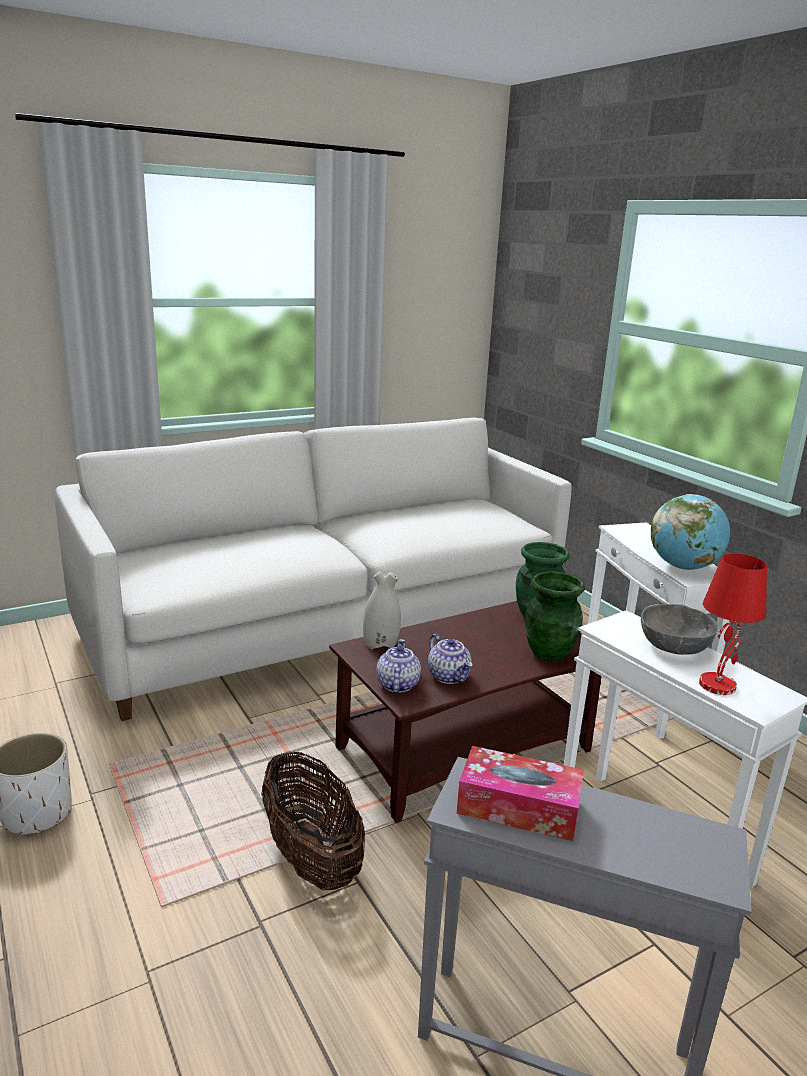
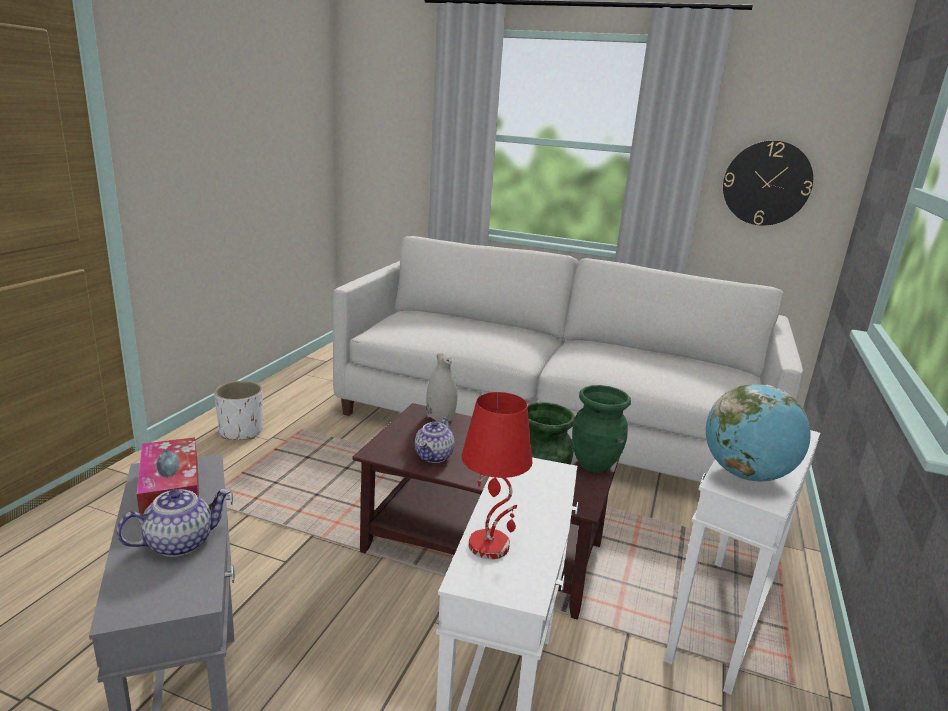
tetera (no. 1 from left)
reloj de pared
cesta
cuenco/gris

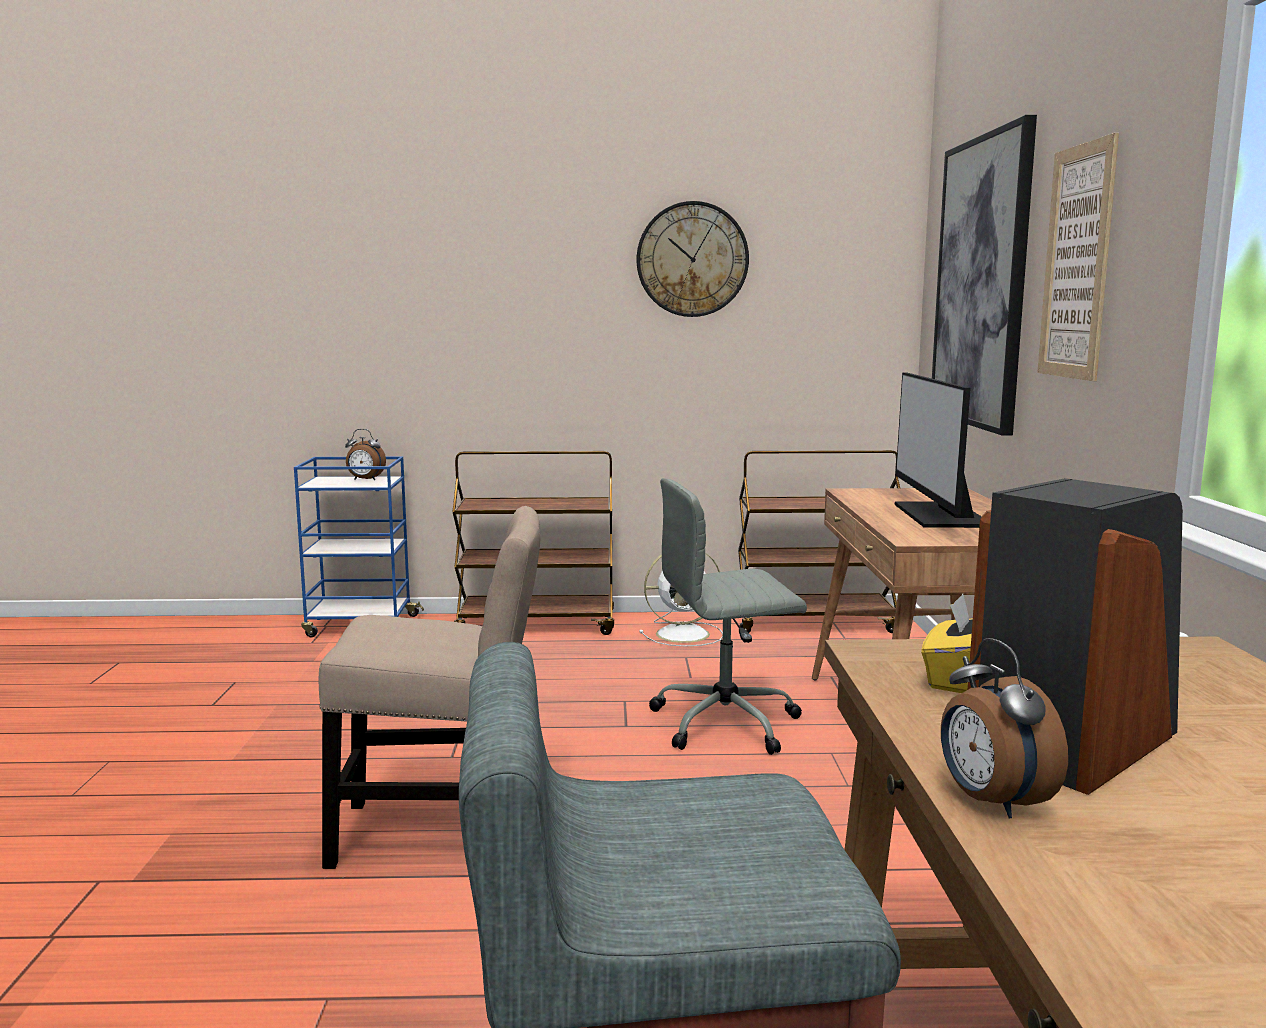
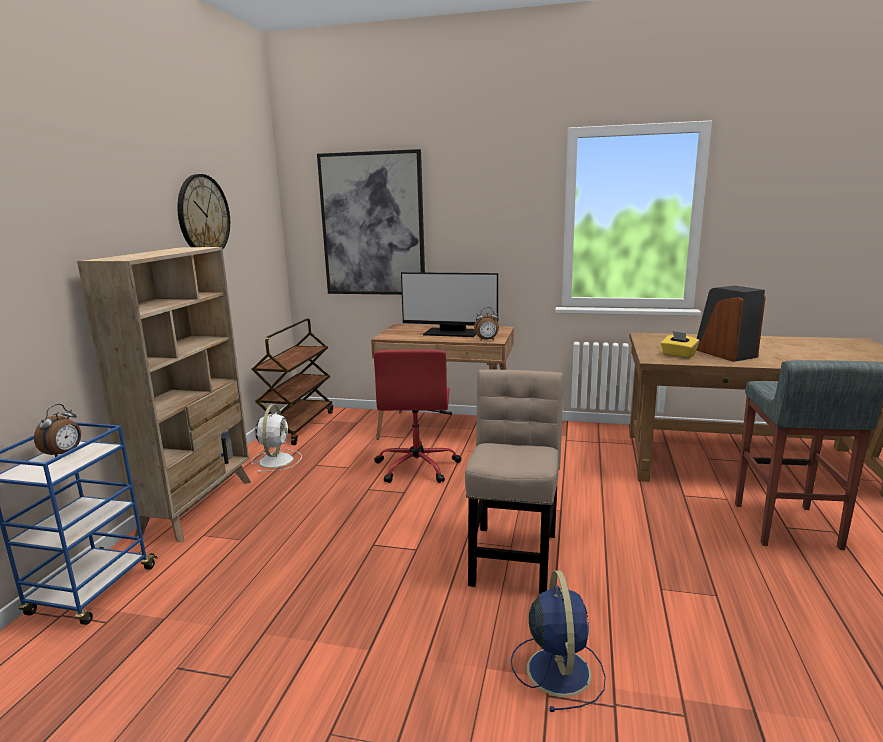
estantería/beis
silla de oficina/rojo
despertador (no. 2 from left)
ventilador/azul
cuadro (no. 2 from left in the first image)

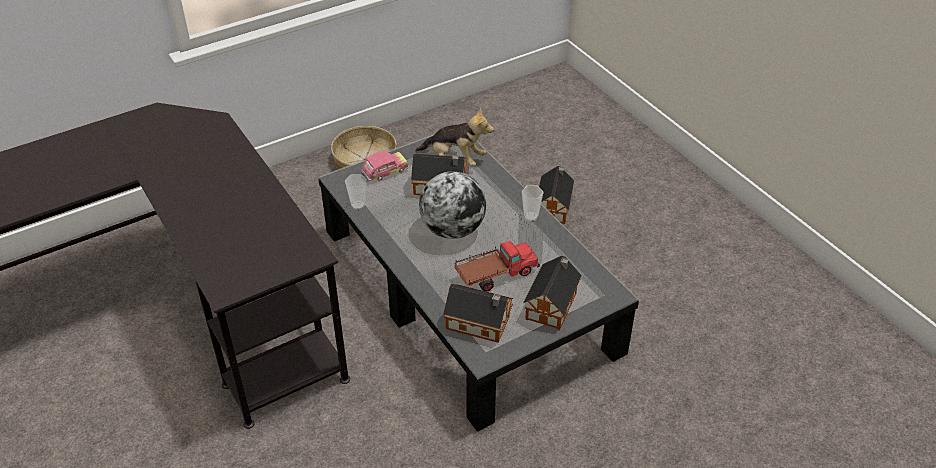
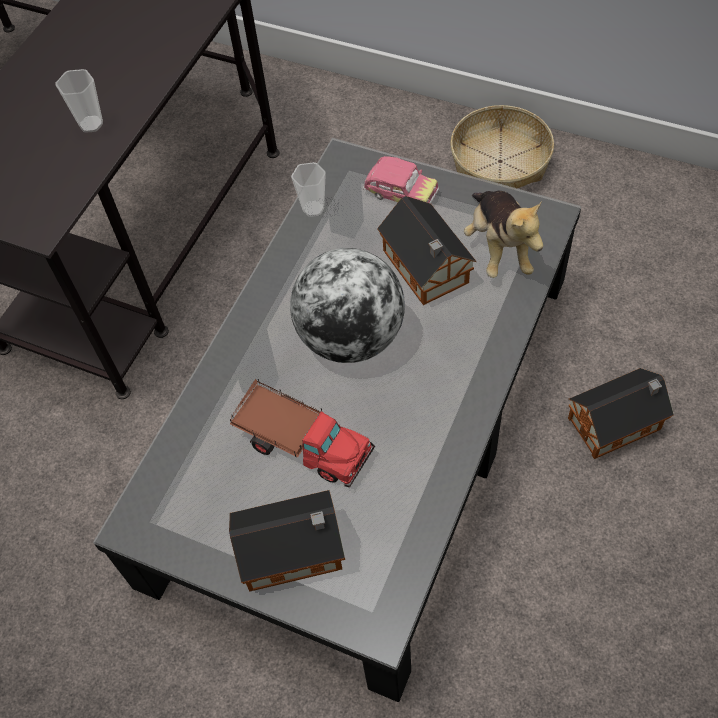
taza (no. 1 from left)
casita (no. 2 from left in the first image)

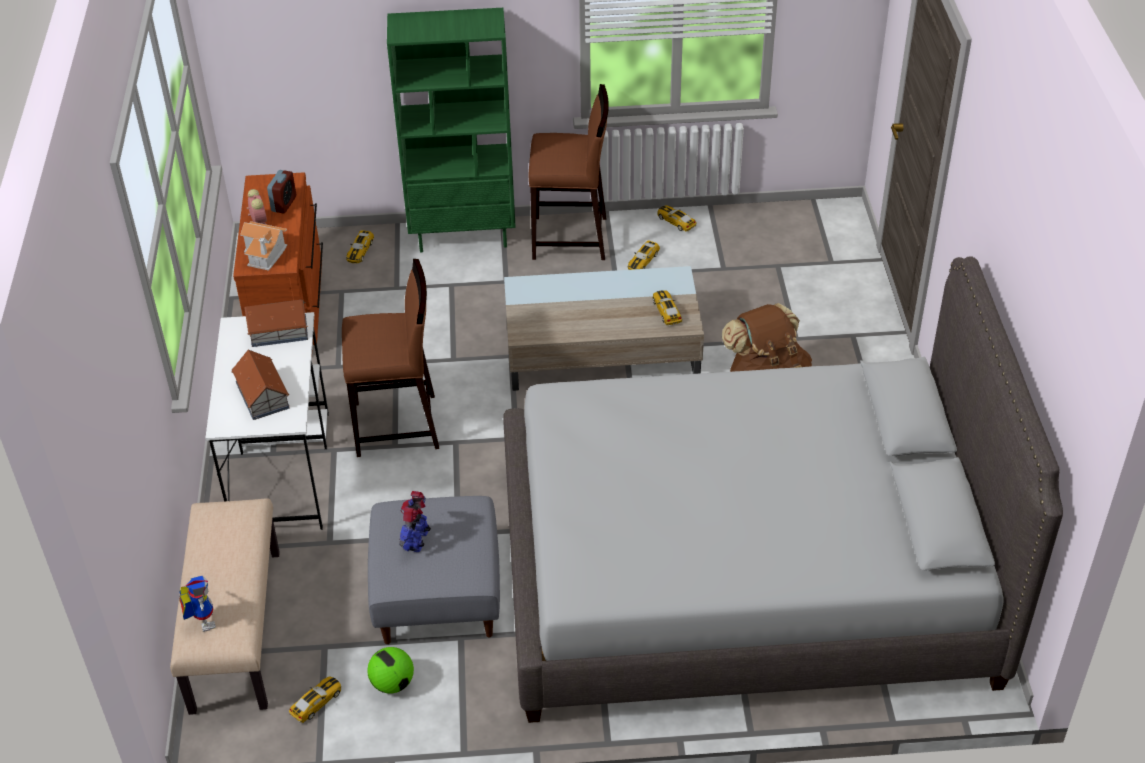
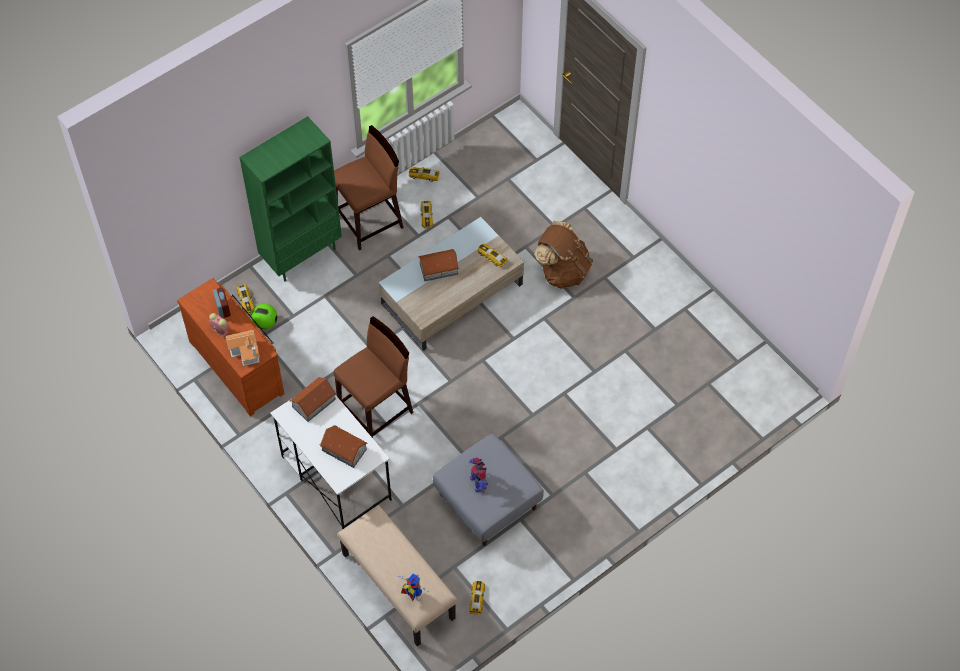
balón de fútbol
casita (no. 4 from left)
cama/gris

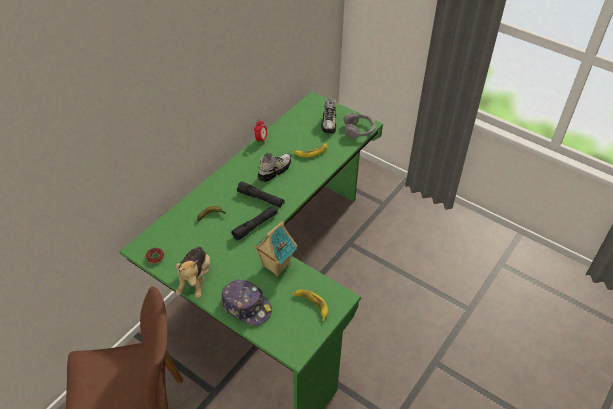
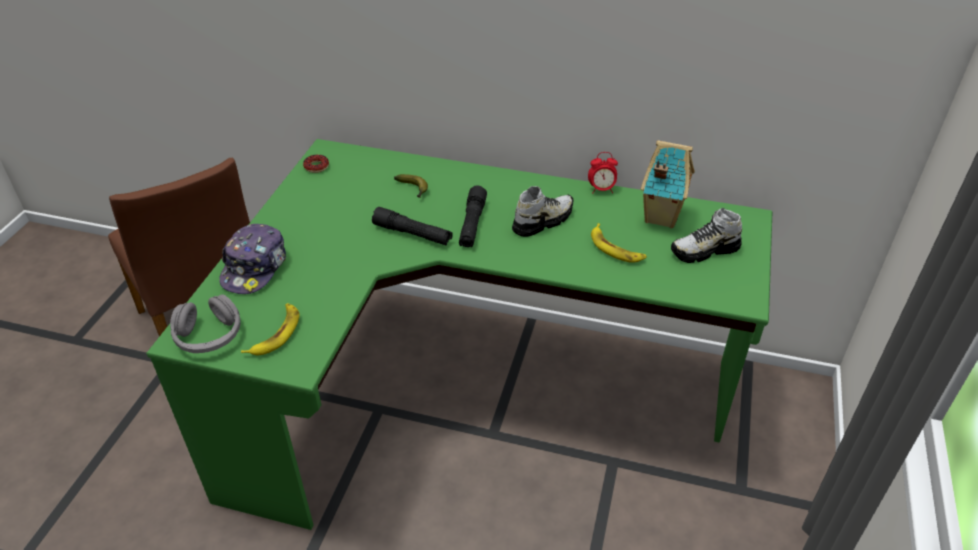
auriculares/gris
zapato (no. 1 from left)
casita
peluche

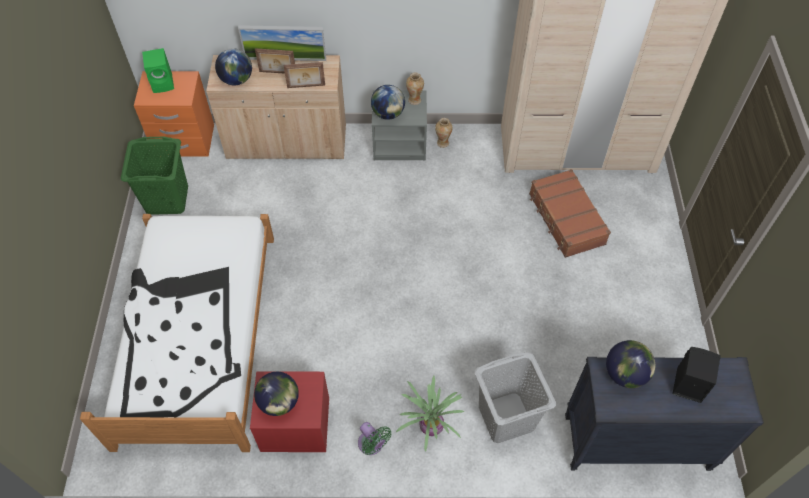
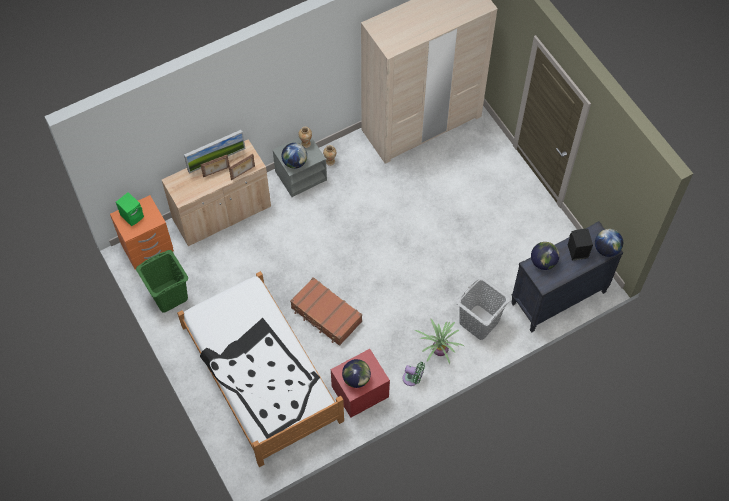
maleta/marrón
globo terráqueo (no. 4 from left)

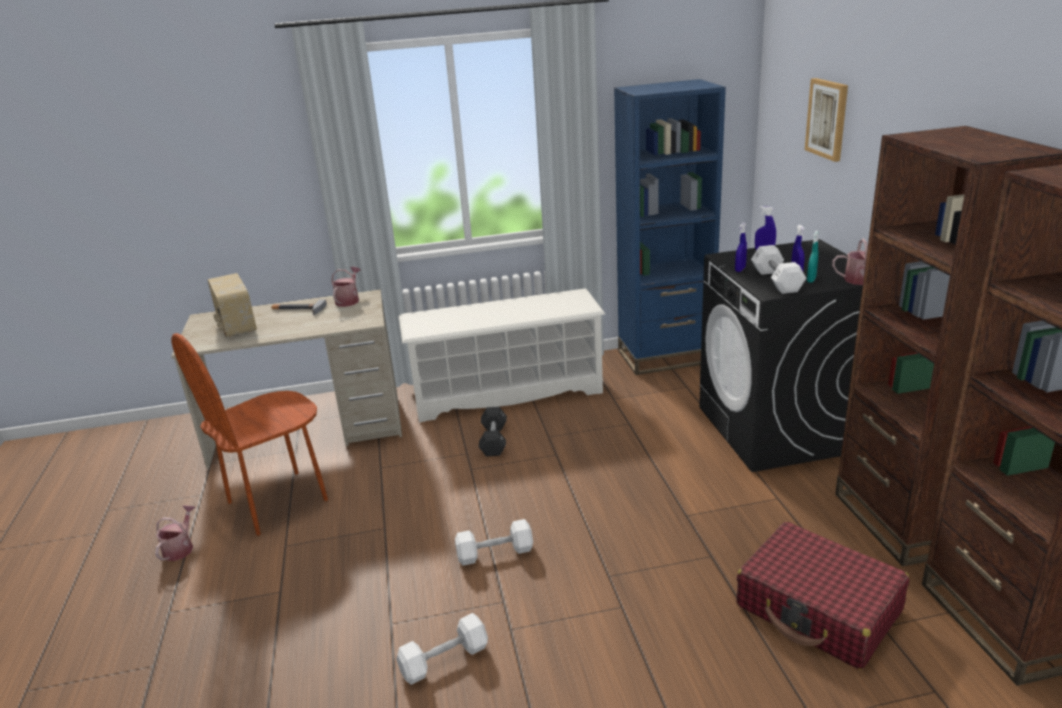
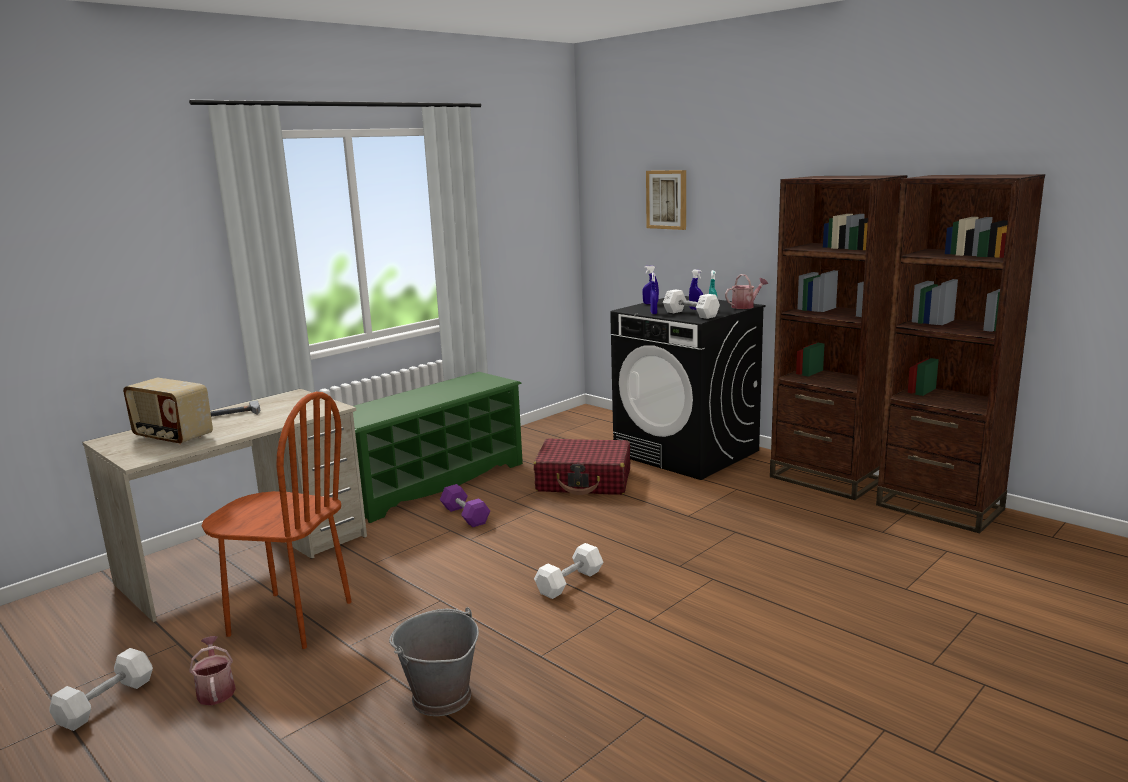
mancuerna/blanco (no. 1 from left)
silla/marrón
zapatero/verde
cubo/gris
mancuerna/morado
maleta/rojo
regadera (no. 2 from left in the first image)
estantería/azul

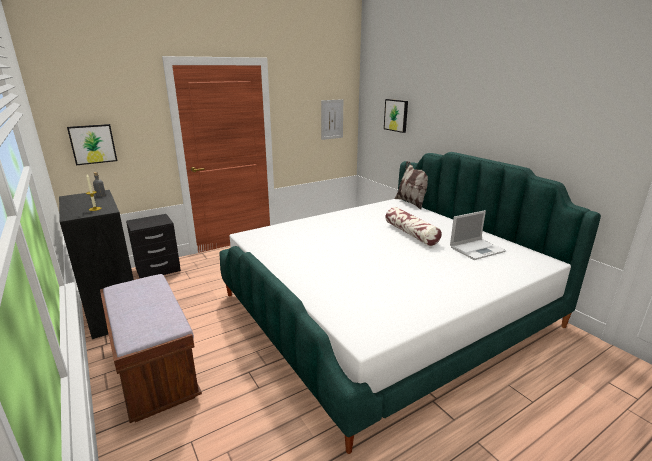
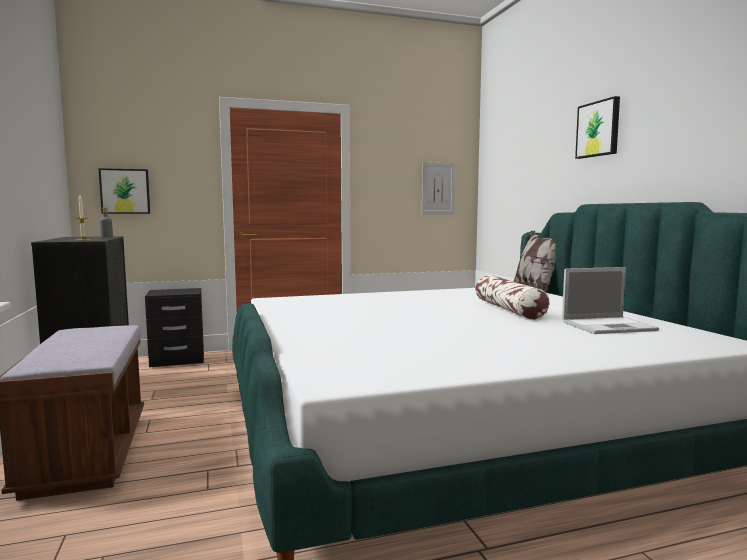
cuadro (no. 3 from left)

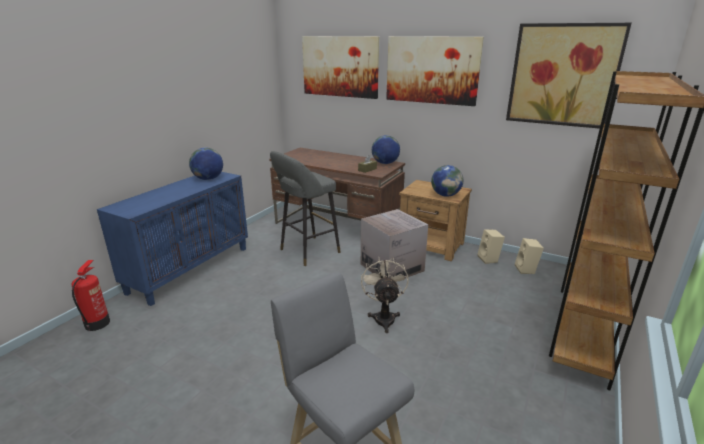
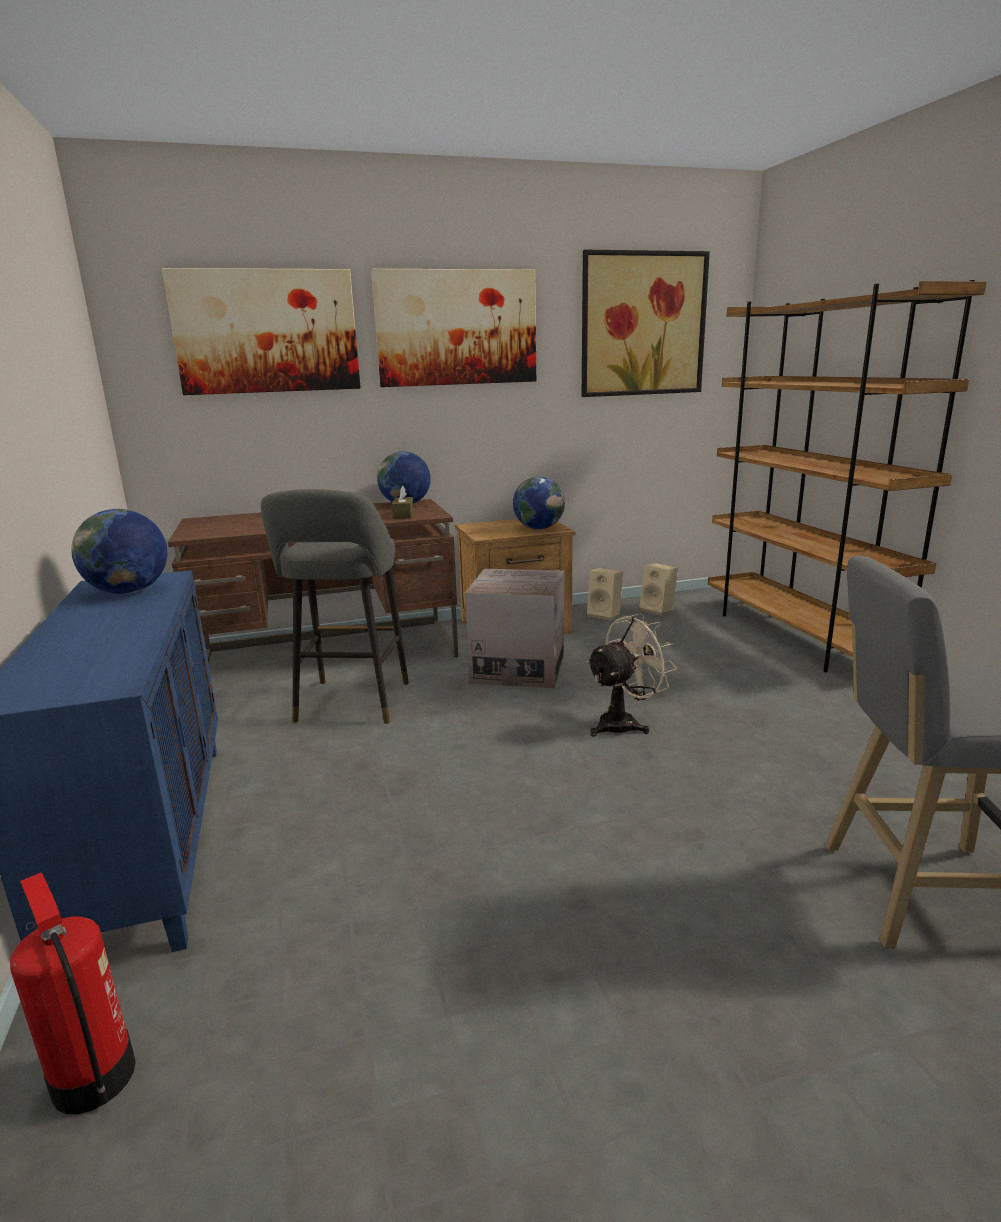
ventilador/beis

